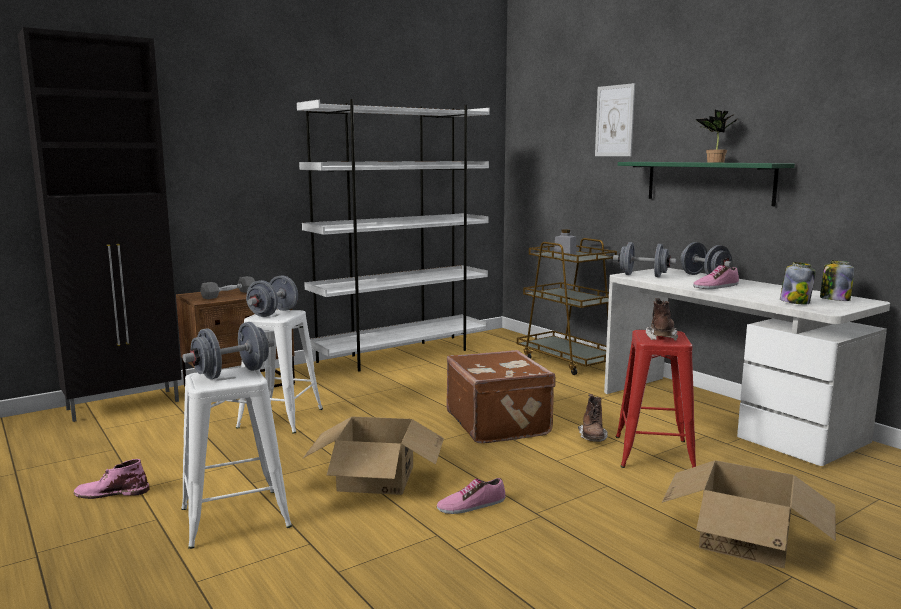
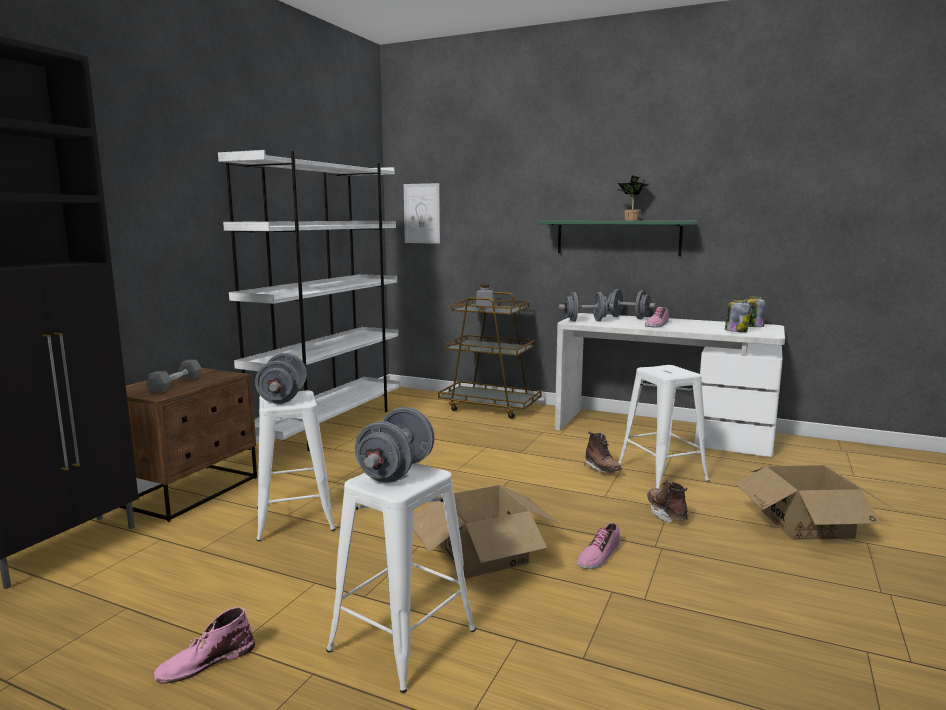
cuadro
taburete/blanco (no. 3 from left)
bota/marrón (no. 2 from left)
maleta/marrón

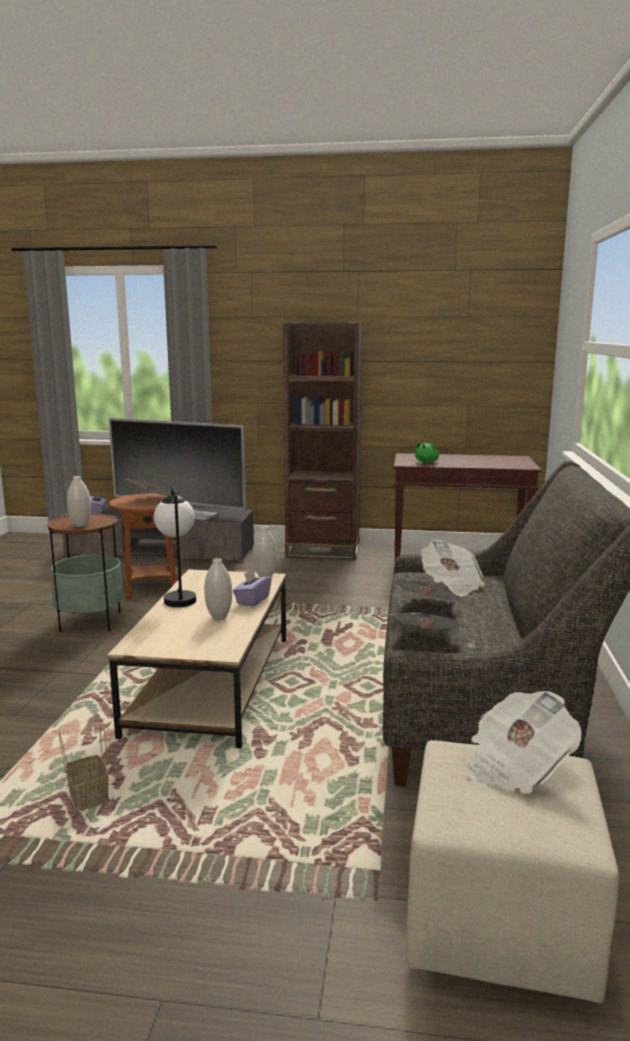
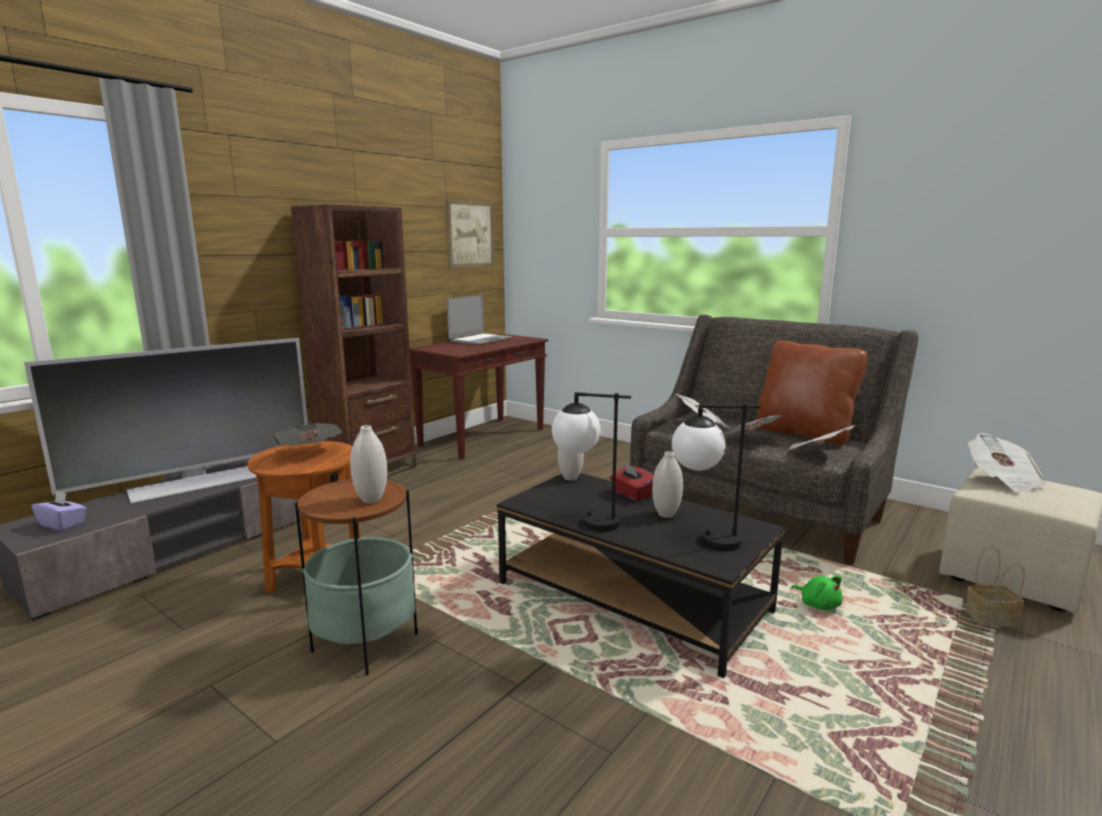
cuadro
portátil
mesa de centro/negro
caja de pañuelos/rojo
lámpara de mesa (no. 2 from left)
cojín/marrón
peluche/verde
cesta

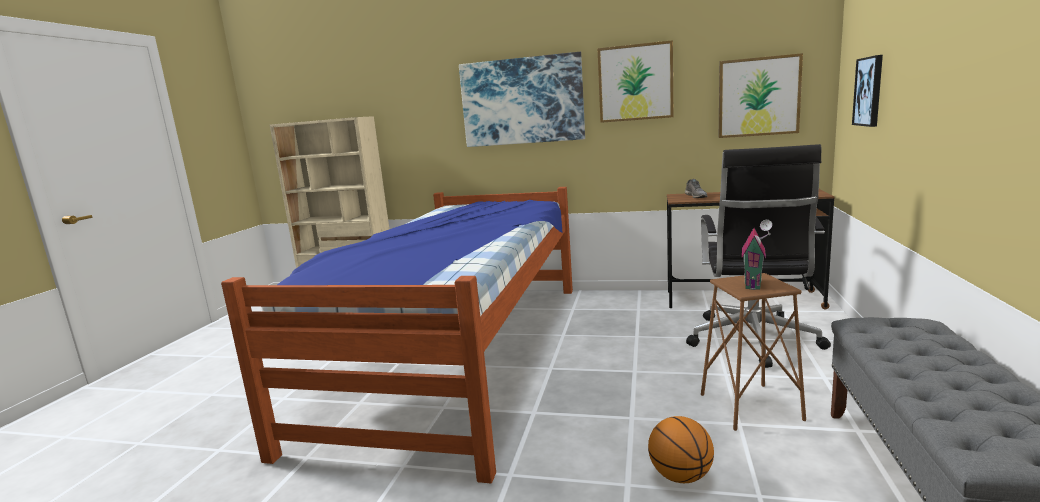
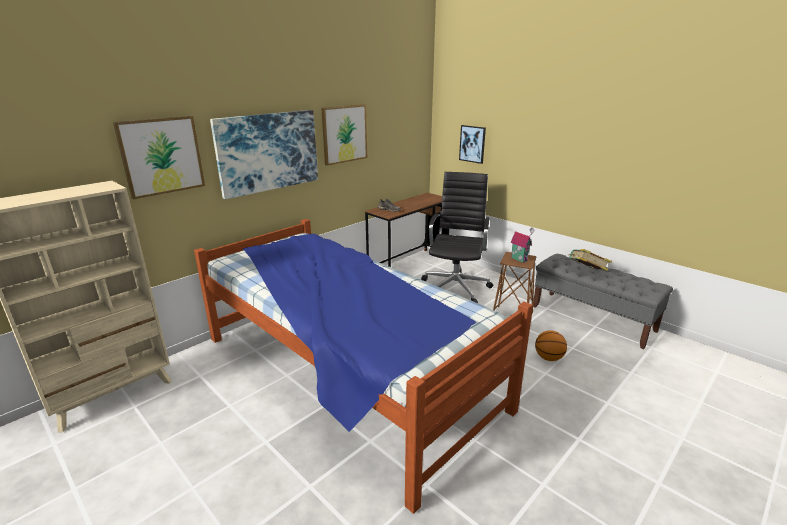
cuadro (no. 1 from left)
silla de oficina/negro
libro

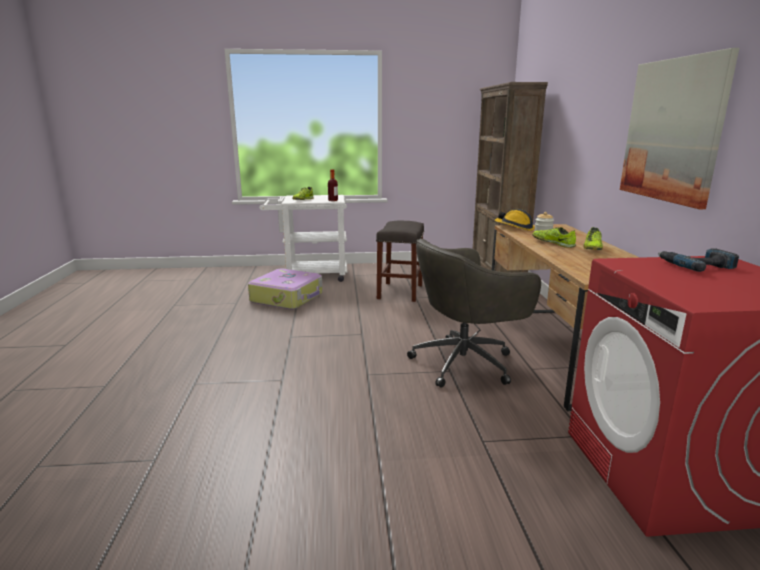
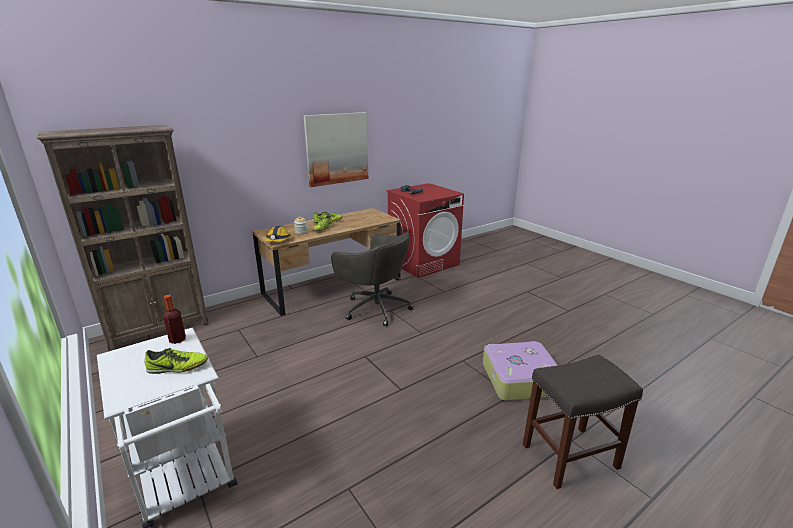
maleta
taburete/gris

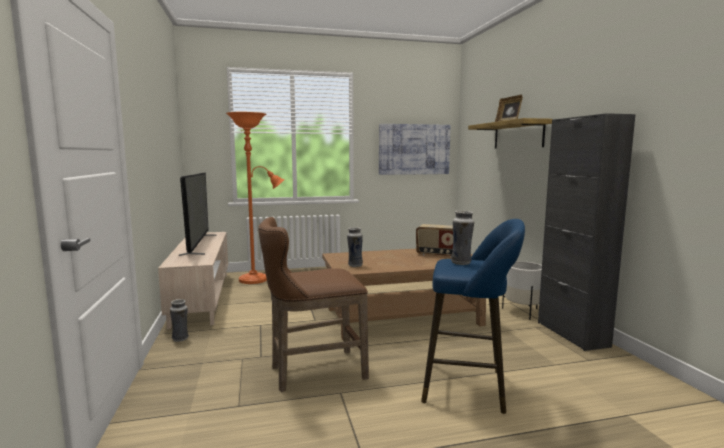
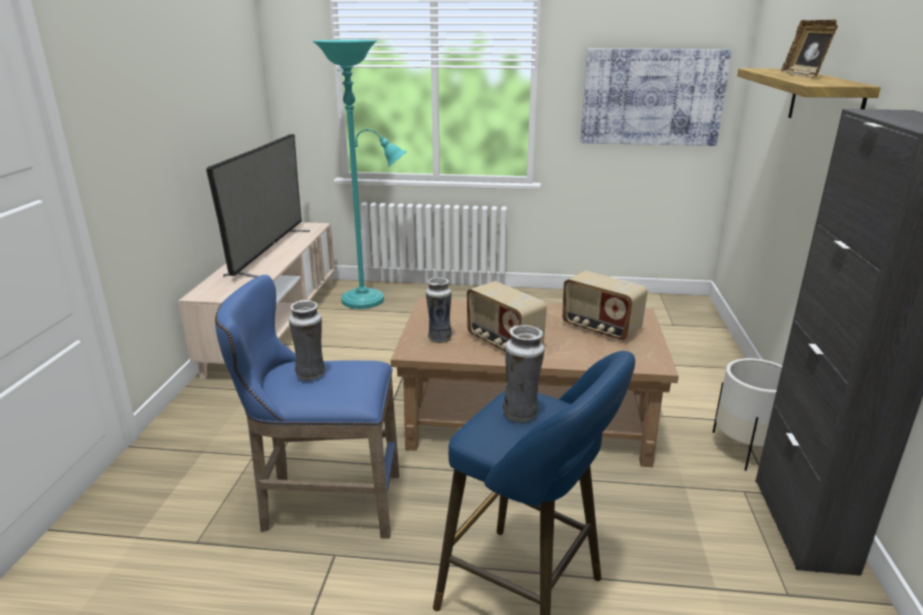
taburete/azul (no. 1 from left)
florero (no. 1 from left)
lámpara de pie/turquesa
radio (no. 1 from left)

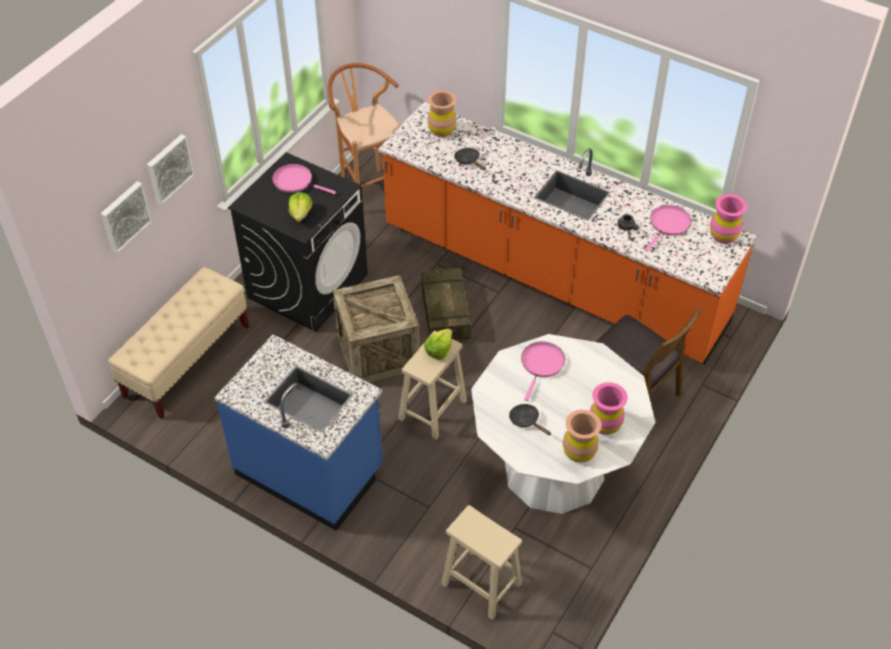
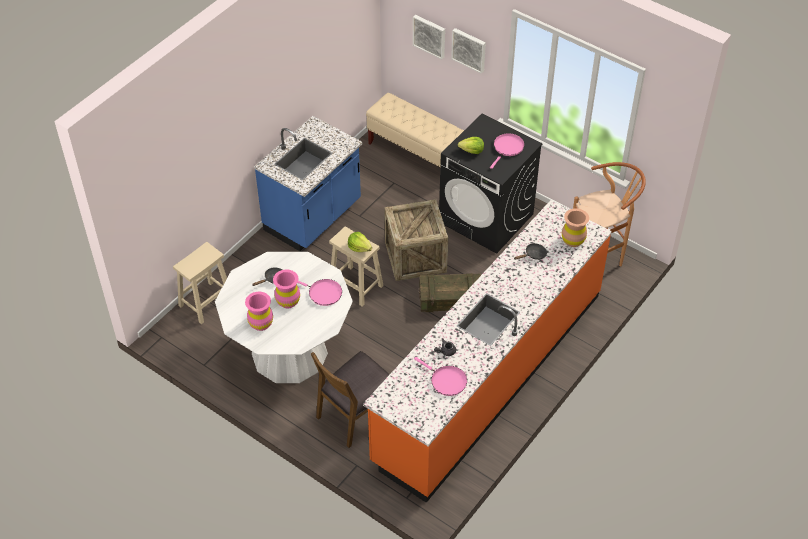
florero/rosa (no. 2 from left)
florero/marrón (no. 2 from left in the first image)

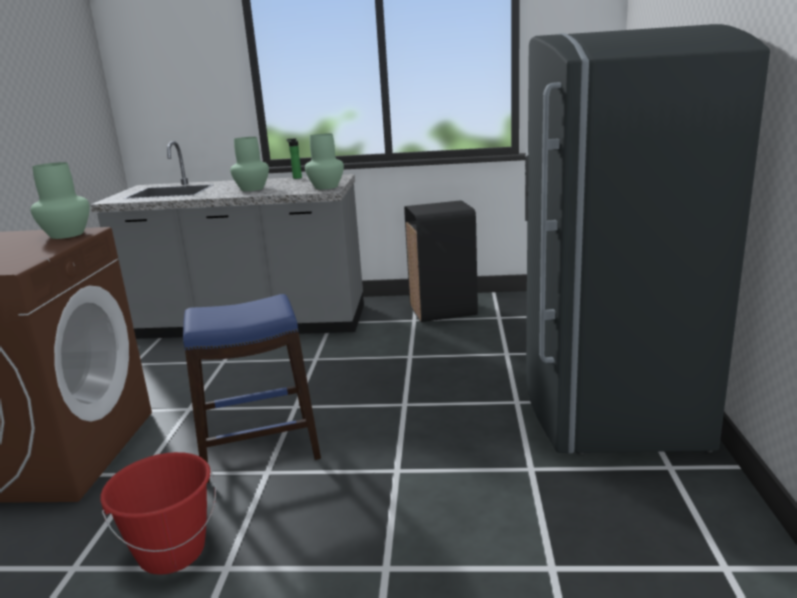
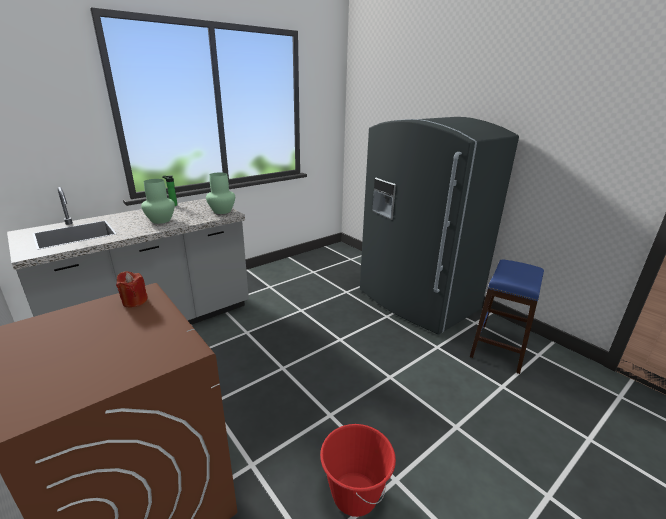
vela/rojo
taburete/azul
papelera/negro

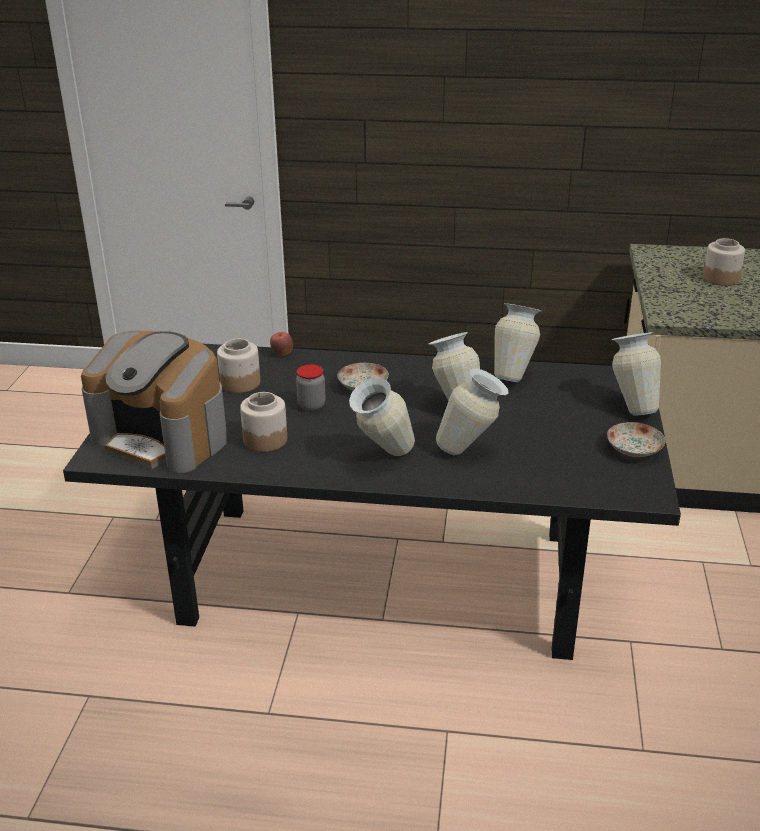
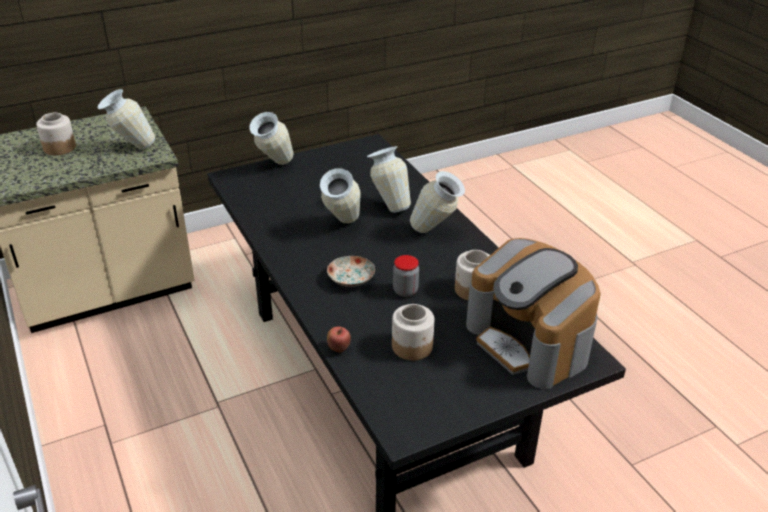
florero (no. 1 from left)
cafetera
plato (no. 2 from left in the first image)

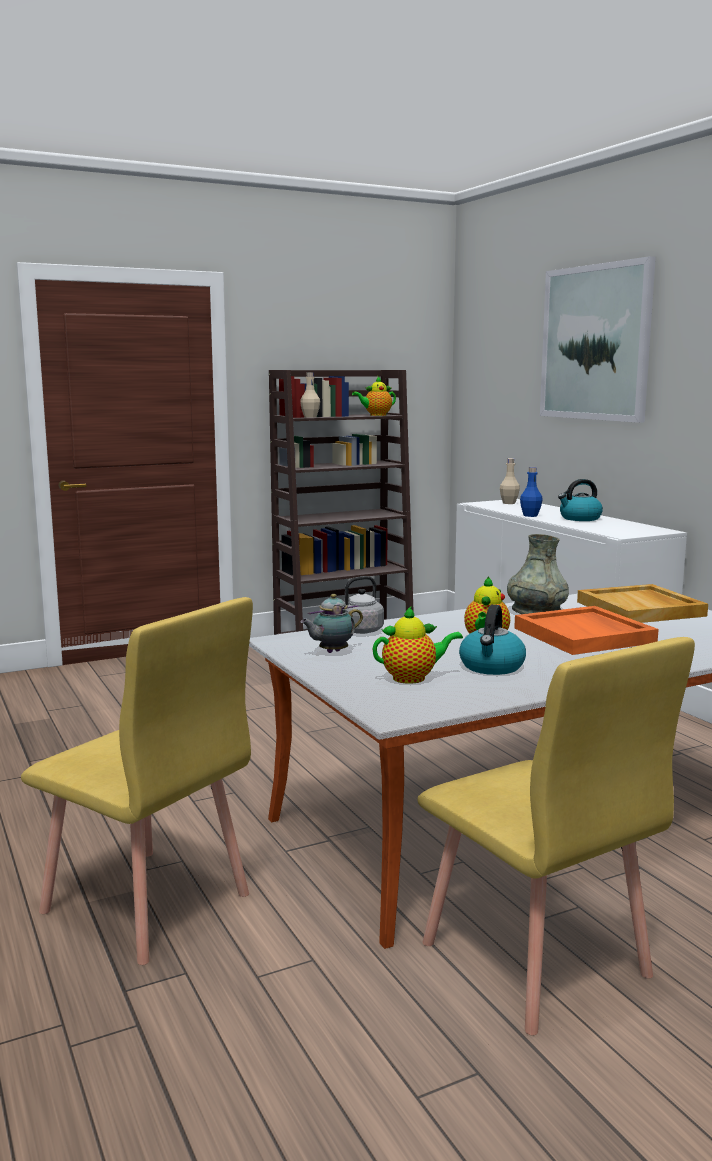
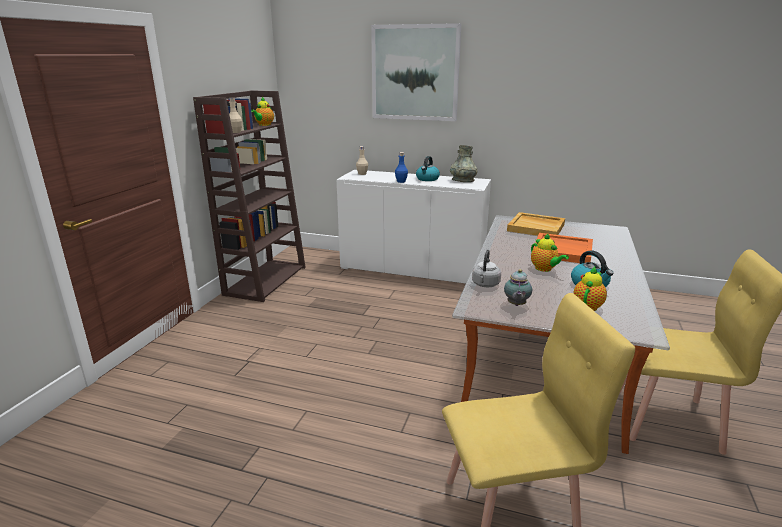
florero/gris

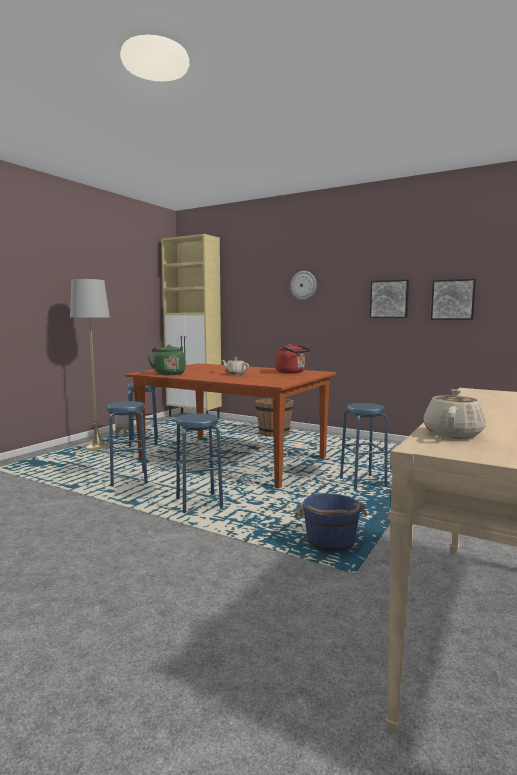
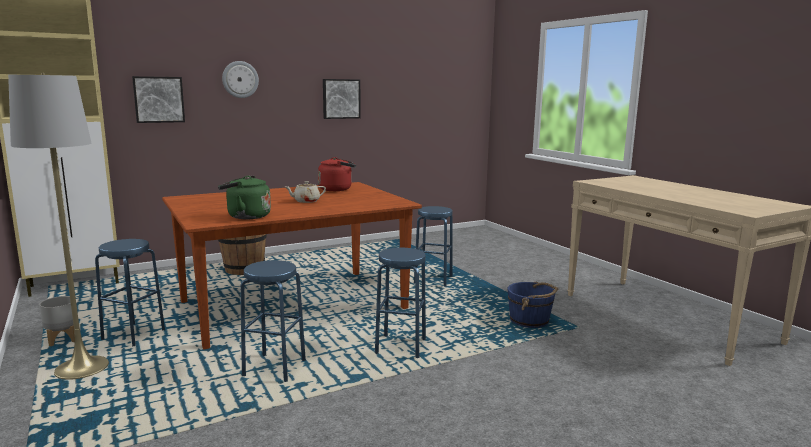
cuadro (no. 1 from left)
tetera/beis (no. 2 from left in the first image)

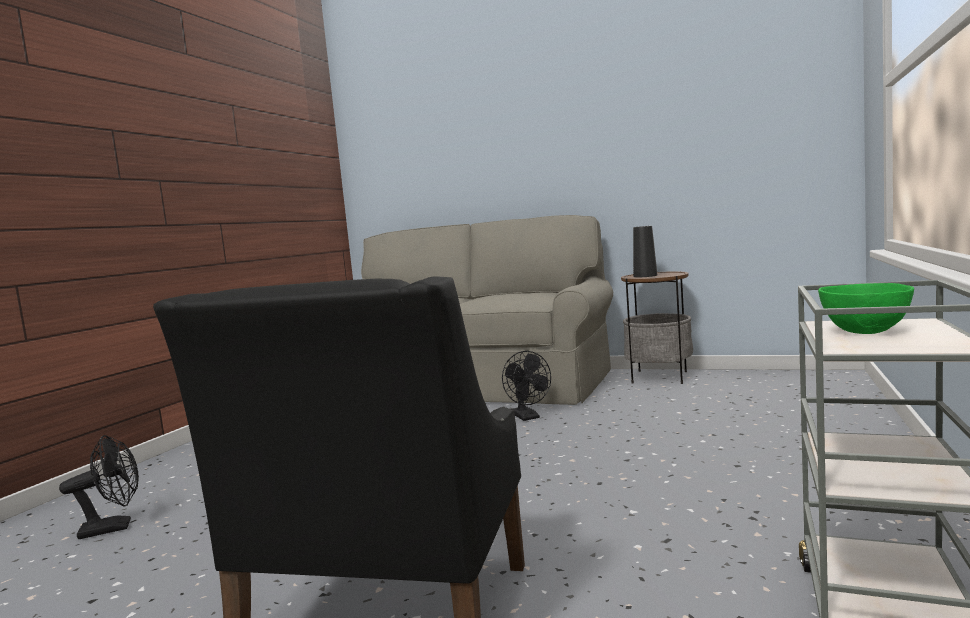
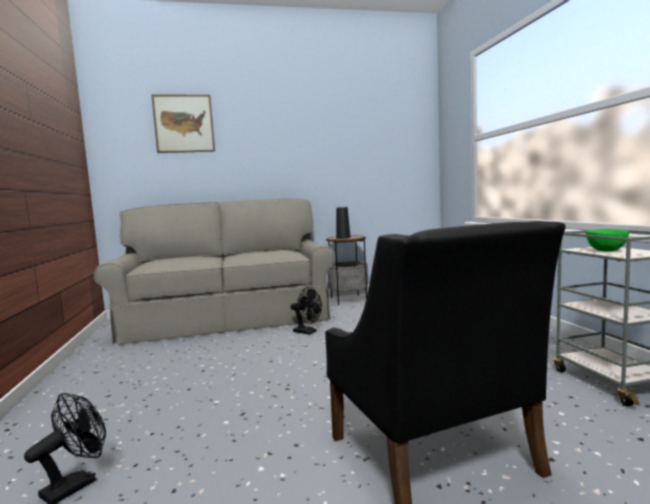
cuadro

